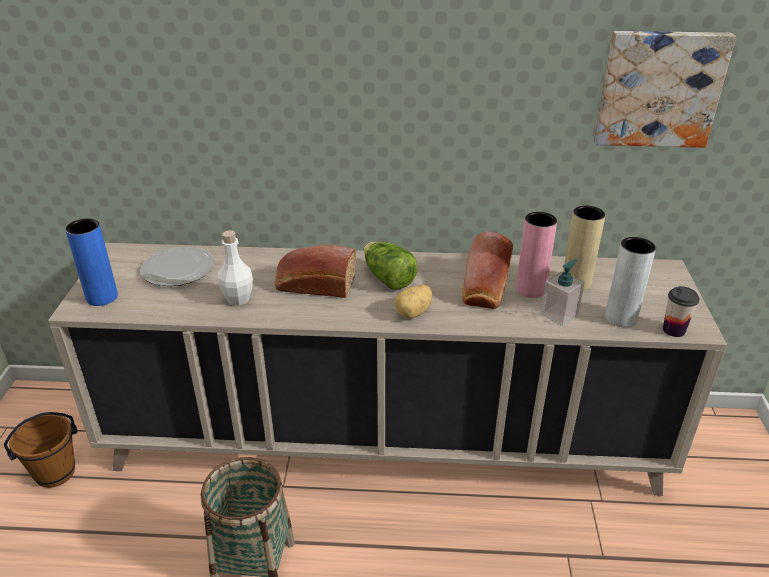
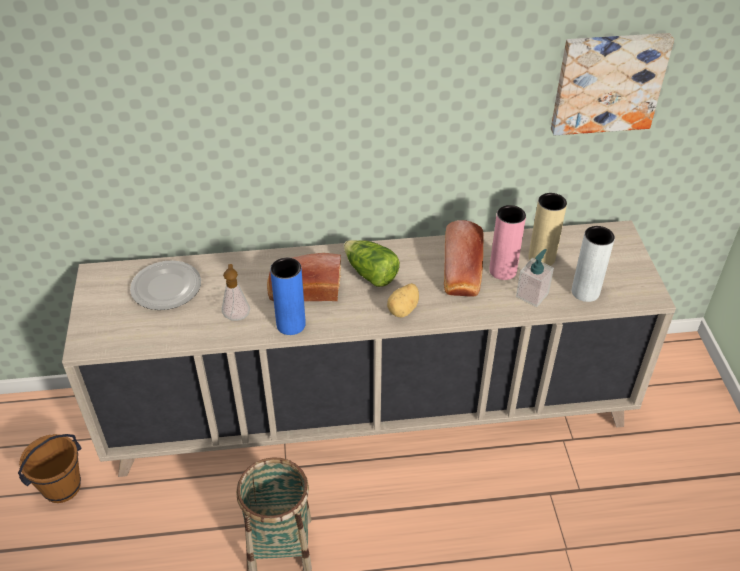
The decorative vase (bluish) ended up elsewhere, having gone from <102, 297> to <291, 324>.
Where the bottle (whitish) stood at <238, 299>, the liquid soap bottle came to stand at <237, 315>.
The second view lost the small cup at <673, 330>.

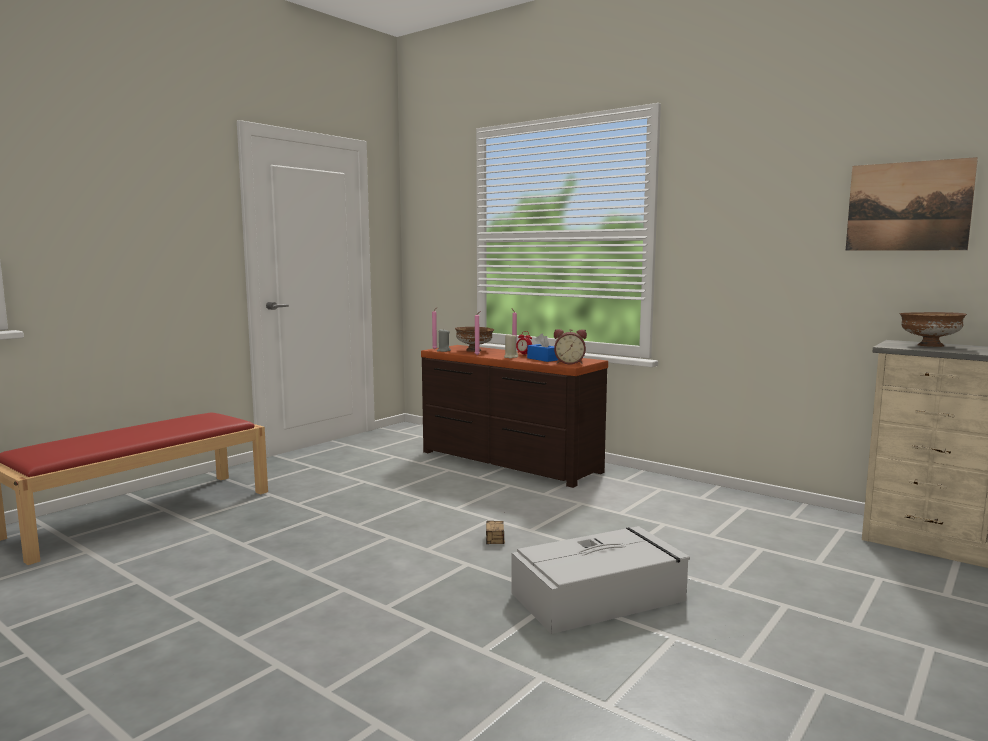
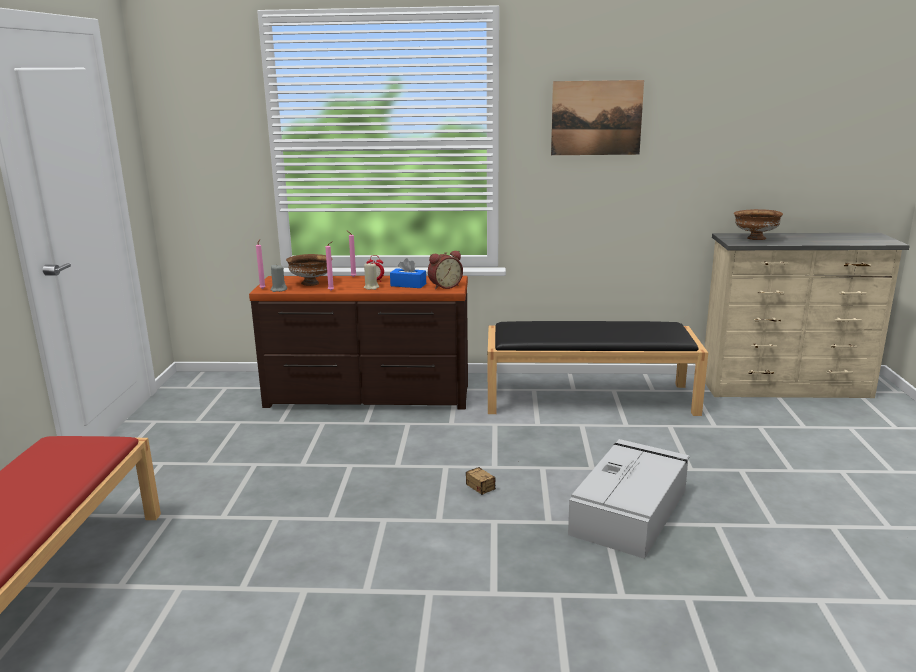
The picture ended up elsewhere, having gone from <908, 206> to <596, 118>.
The second view gained the long seat (black-coloured) at <590, 398>.

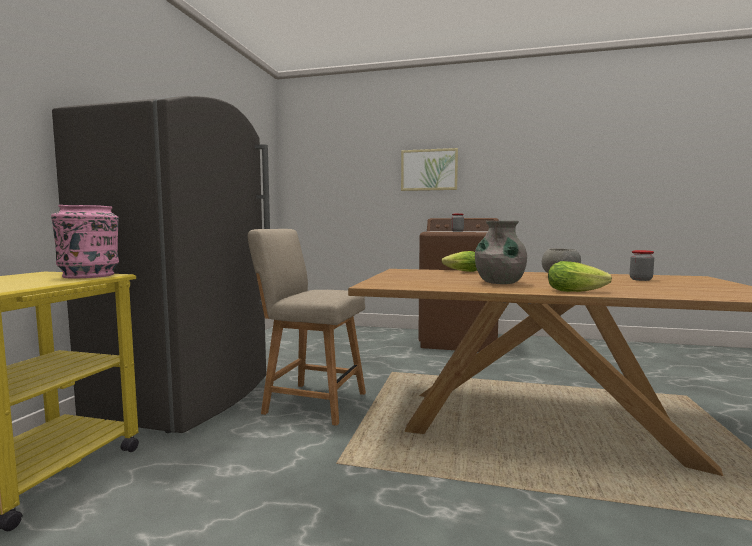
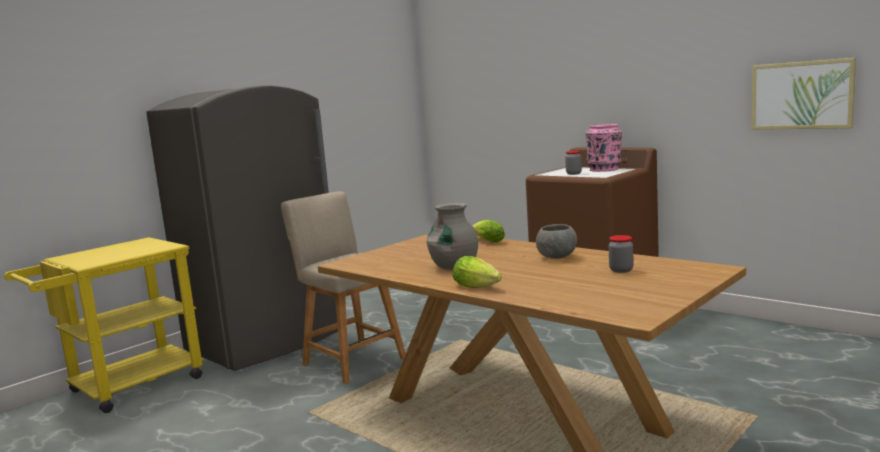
The decorative vase (pinkish) ended up elsewhere, having gone from <90, 275> to <604, 169>.
The picture ended up elsewhere, having gone from <429, 170> to <801, 95>.

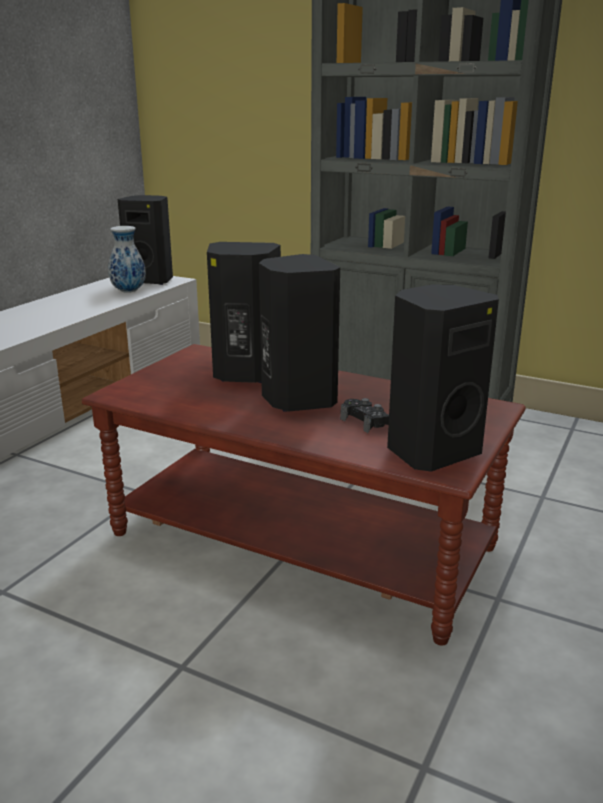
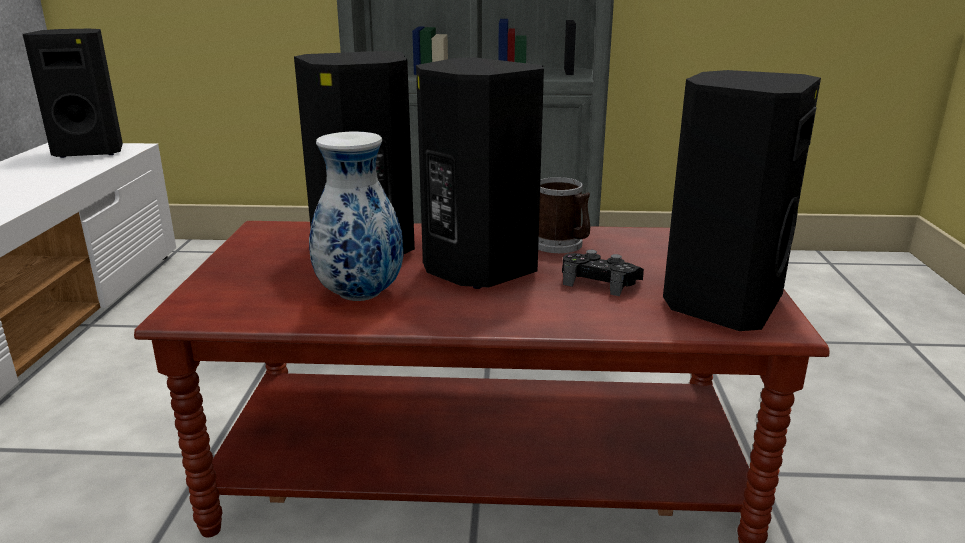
The decorative vase ended up elsewhere, having gone from <129, 291> to <359, 294>.
The second view gained the coffee mug at <561, 245>.

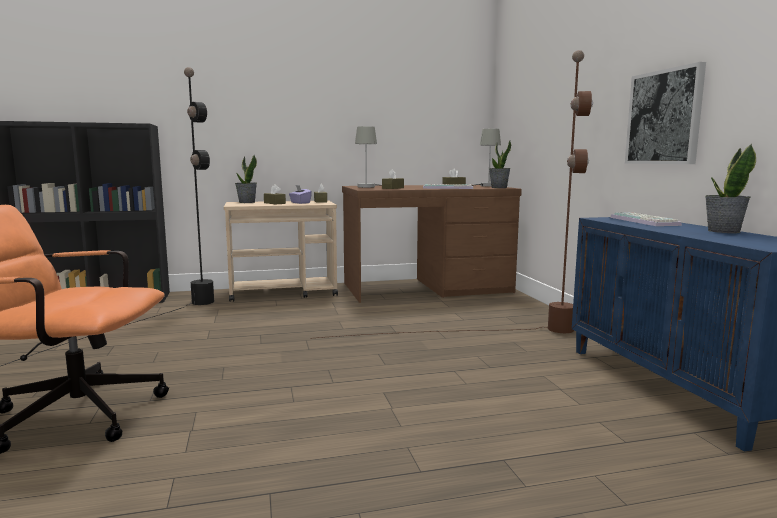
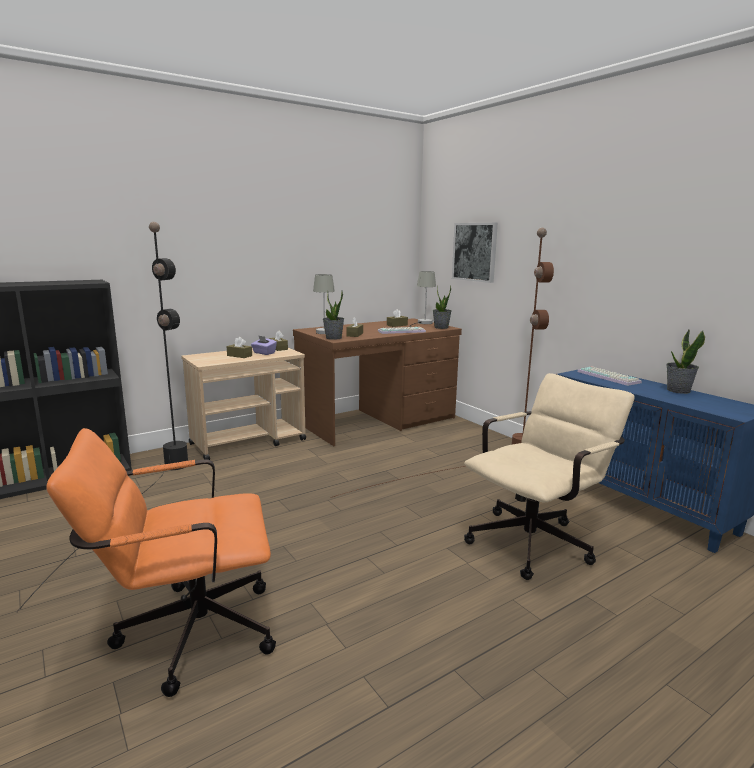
The potted plant ended up elsewhere, having gone from <246, 202> to <333, 338>.
The picture ended up elsewhere, having gone from <664, 117> to <475, 252>.
The second view gained the desk chair (beige-coloured) at <536, 540>.

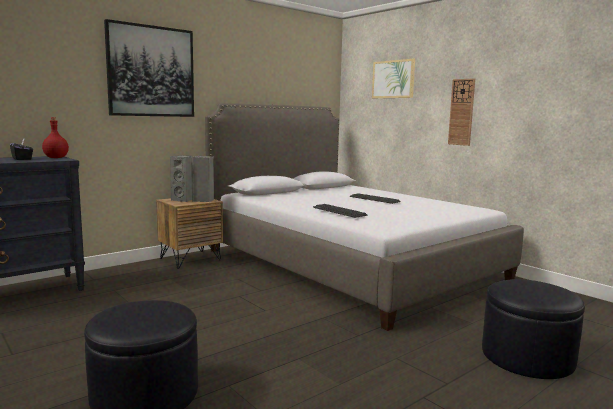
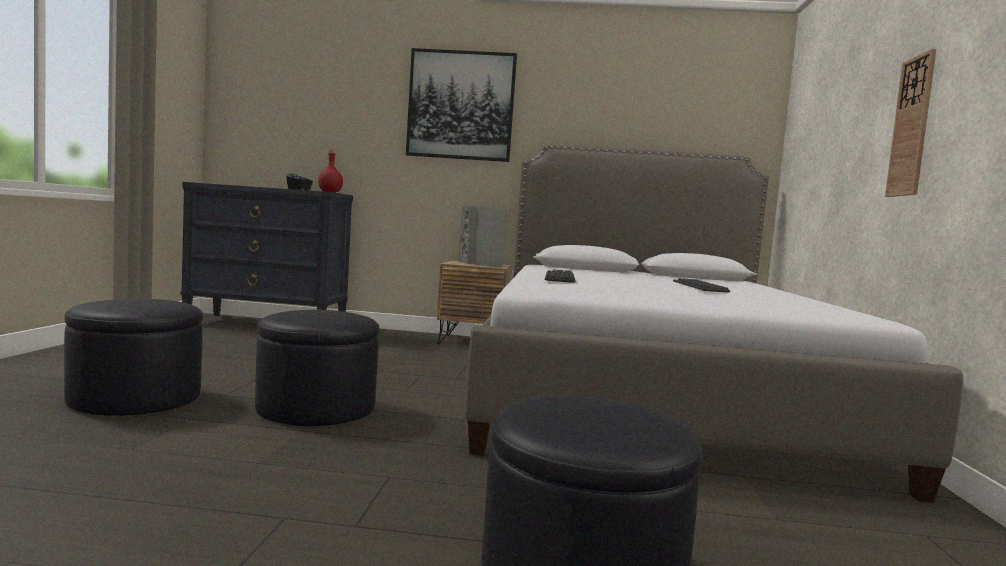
The second view lost the picture at <393, 79>.
The second view gained the footrest (black-coloured) at <316, 408>.

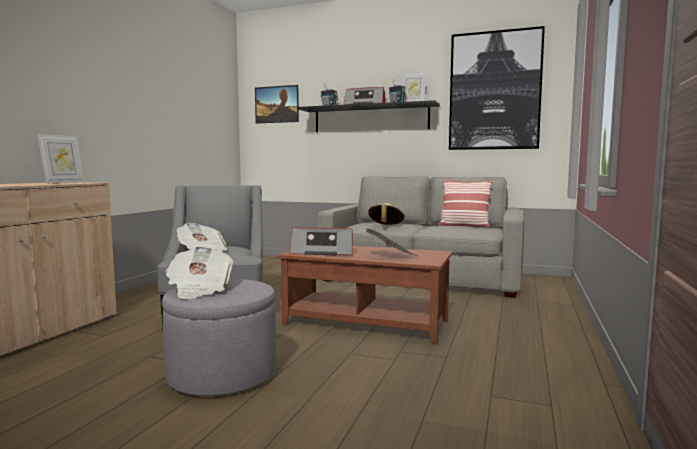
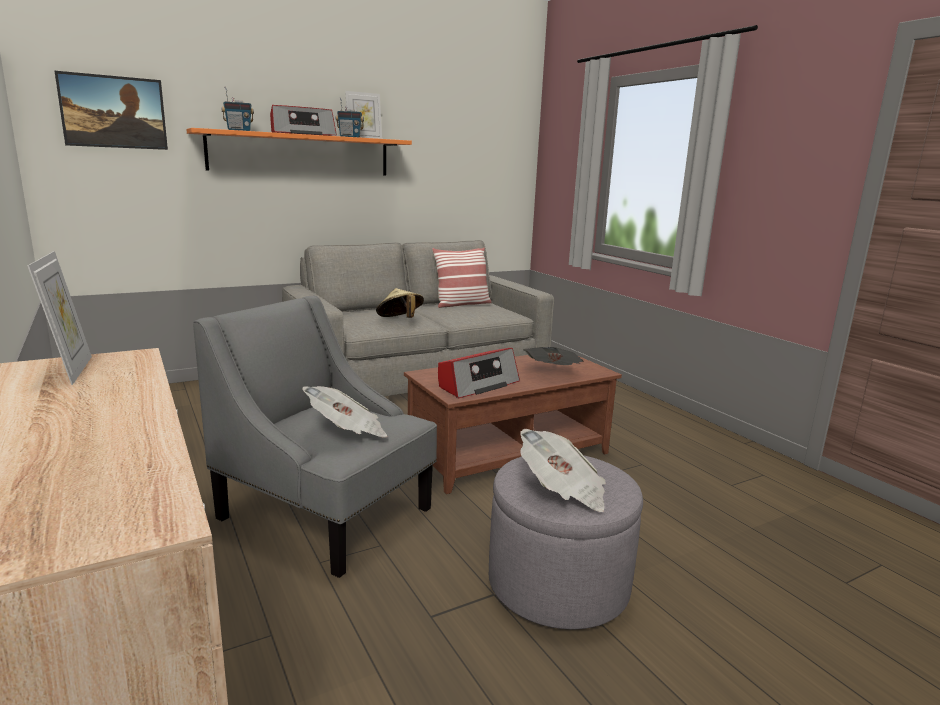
What was the bracket shelf (black-coloured) at <370, 118> turned into the bracket shelf (orange-coloured) at <301, 154>.
The second view lost the picture at <494, 91>.

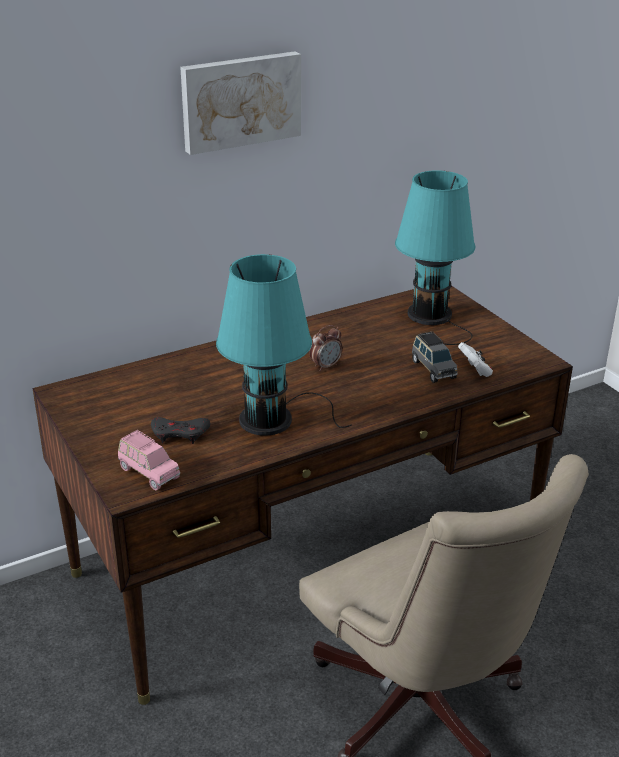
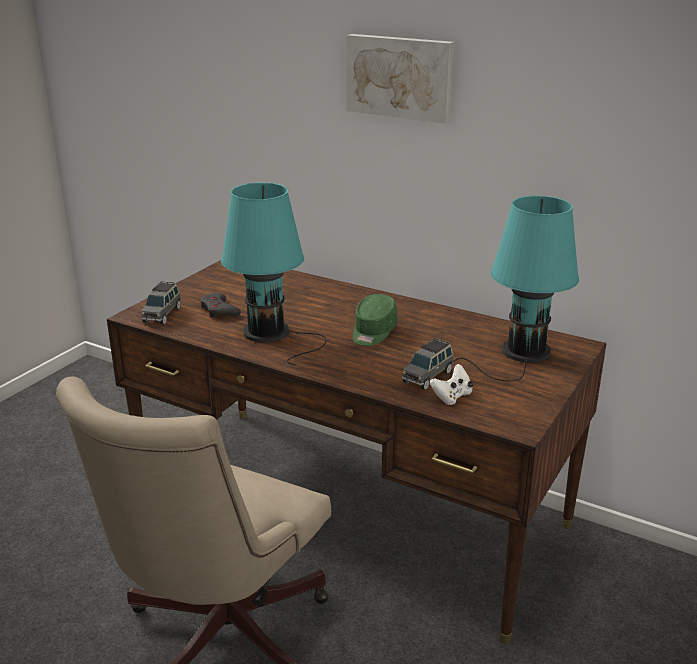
What was the model car (pinkish) at <148, 473> turned into the model car (greyish) at <162, 315>.
Where the alarm clock stood at <325, 366>, the cap (green-coloured) came to stand at <373, 332>.

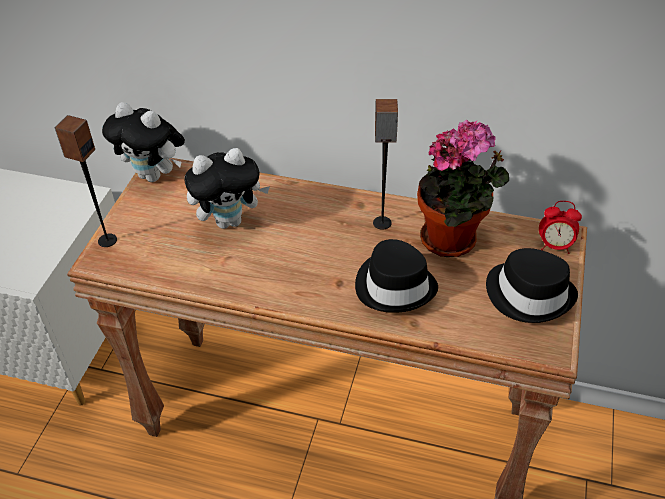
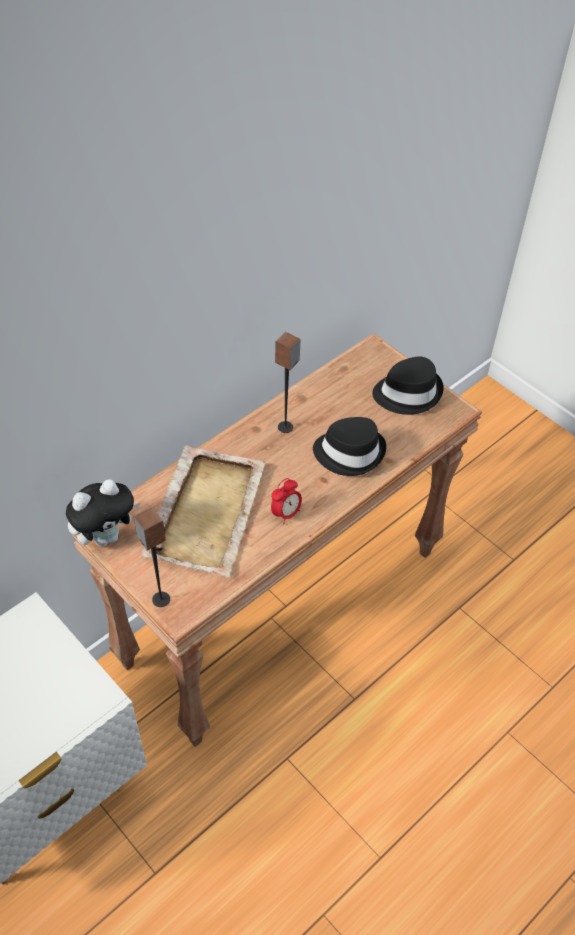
Where the plush toy stood at <230, 220>, the serving tray (beige-coloured) came to stand at <207, 511>.
The second view lost the potted plant at <453, 240>.
The alarm clock ended up elsewhere, having gone from <555, 246> to <286, 513>.

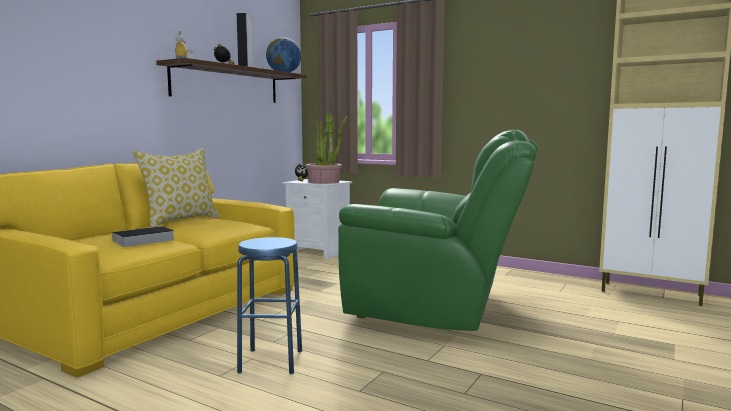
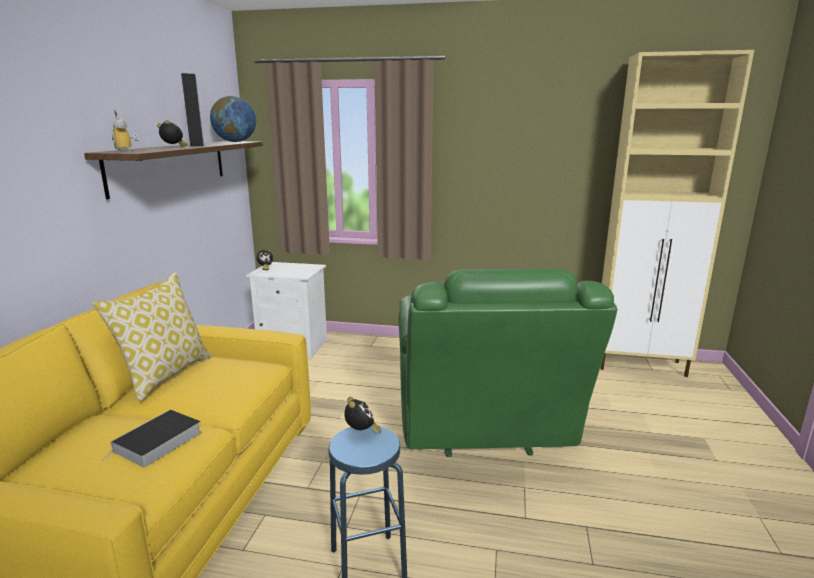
The second view lost the potted plant at <324, 182>.
The lounge chair (green-coloured) at <439, 311> ended up facing another way, 90 degrees clockwise from before.
The second view gained the alarm clock at <361, 432>.

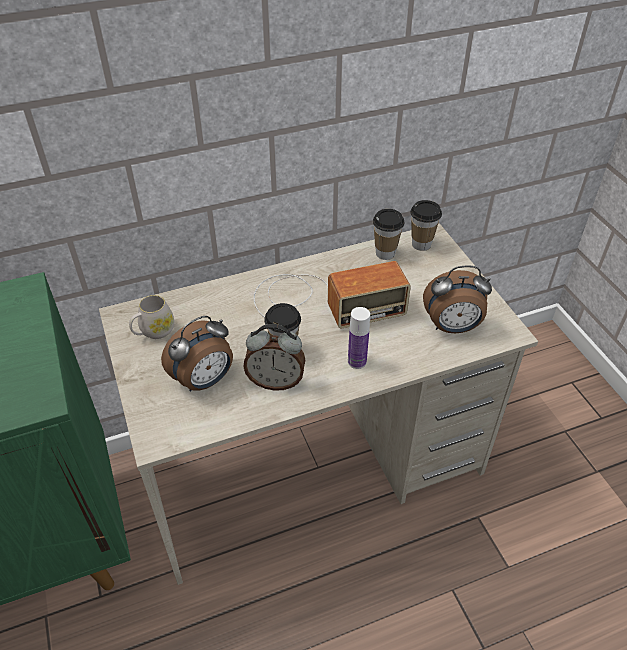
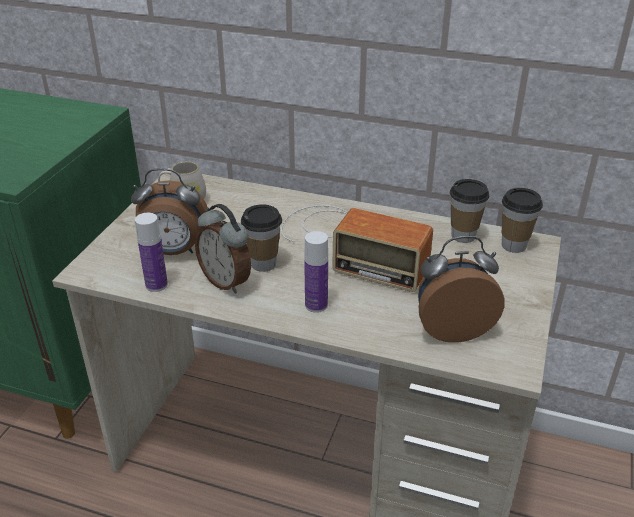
The alarm clock at <452, 327> ended up facing another way, 135 degrees clockwise from before.
The second view gained the bottle at <156, 285>.

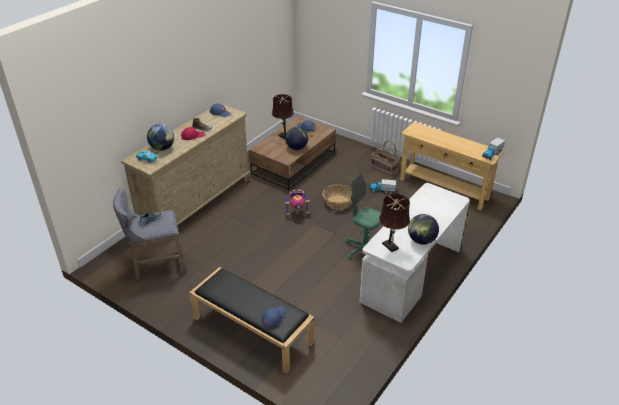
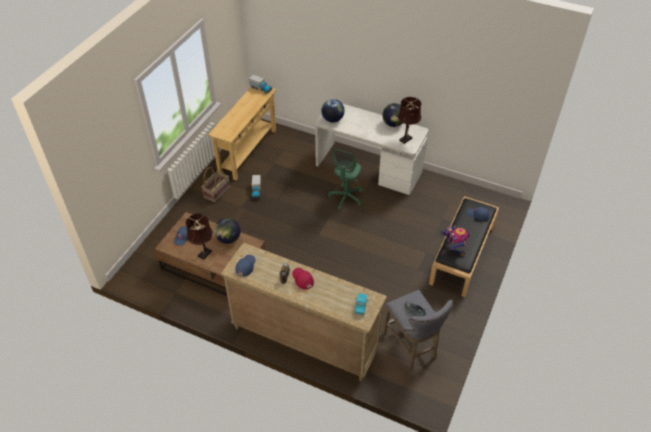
The desk globe ended up elsewhere, having gone from <162, 148> to <332, 119>.
The model robot ended up elsewhere, having gone from <297, 213> to <453, 247>.
The second view lost the household basket at <338, 202>.

